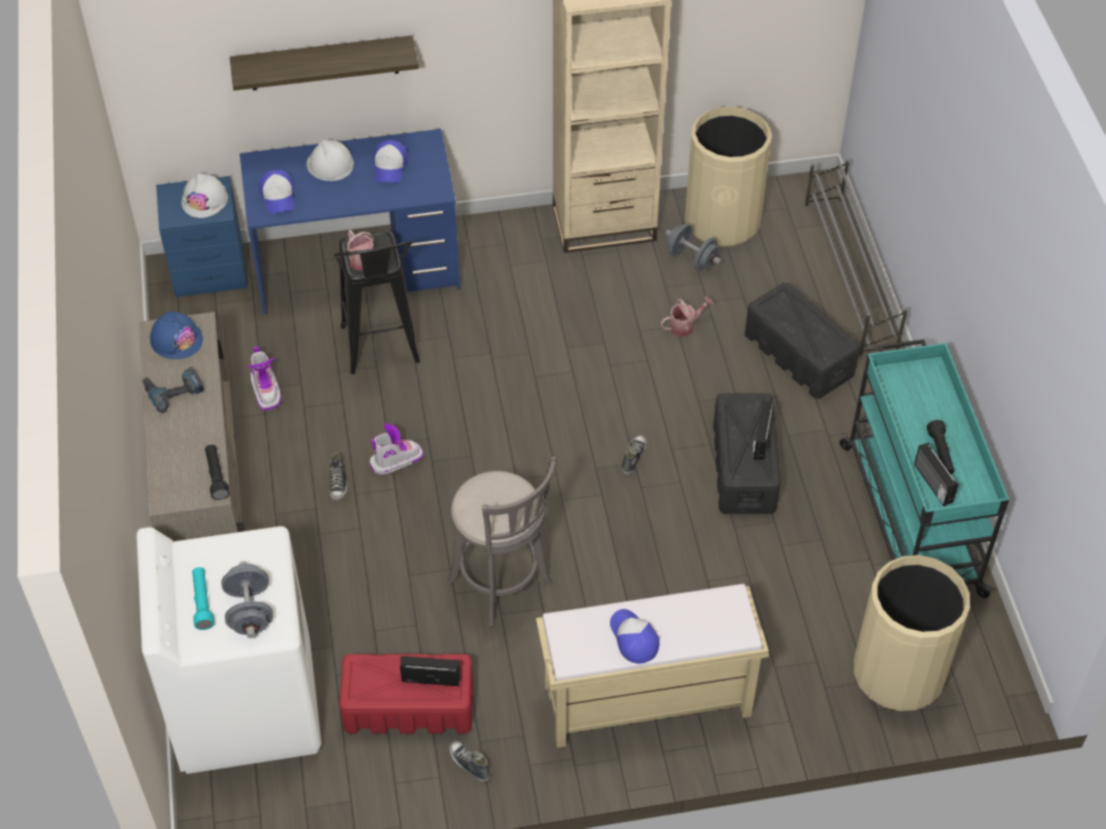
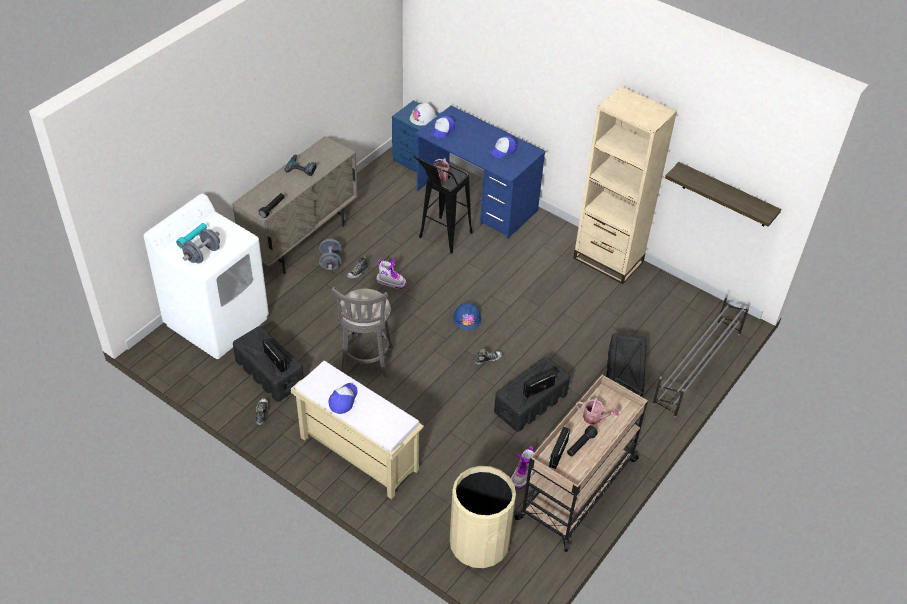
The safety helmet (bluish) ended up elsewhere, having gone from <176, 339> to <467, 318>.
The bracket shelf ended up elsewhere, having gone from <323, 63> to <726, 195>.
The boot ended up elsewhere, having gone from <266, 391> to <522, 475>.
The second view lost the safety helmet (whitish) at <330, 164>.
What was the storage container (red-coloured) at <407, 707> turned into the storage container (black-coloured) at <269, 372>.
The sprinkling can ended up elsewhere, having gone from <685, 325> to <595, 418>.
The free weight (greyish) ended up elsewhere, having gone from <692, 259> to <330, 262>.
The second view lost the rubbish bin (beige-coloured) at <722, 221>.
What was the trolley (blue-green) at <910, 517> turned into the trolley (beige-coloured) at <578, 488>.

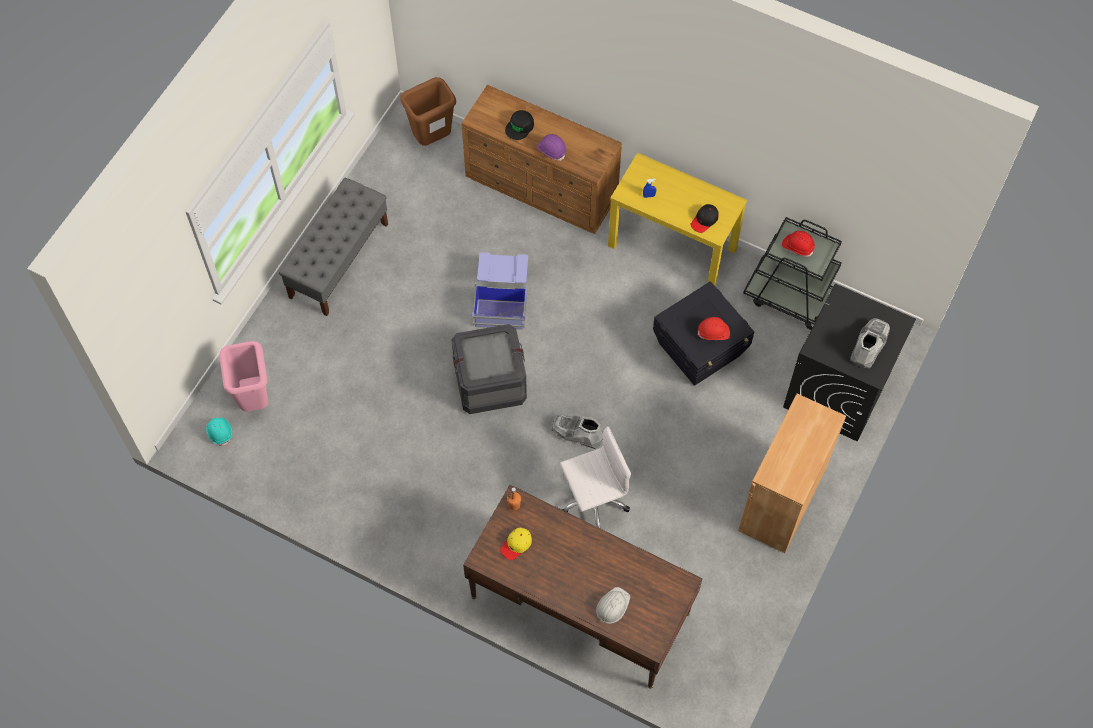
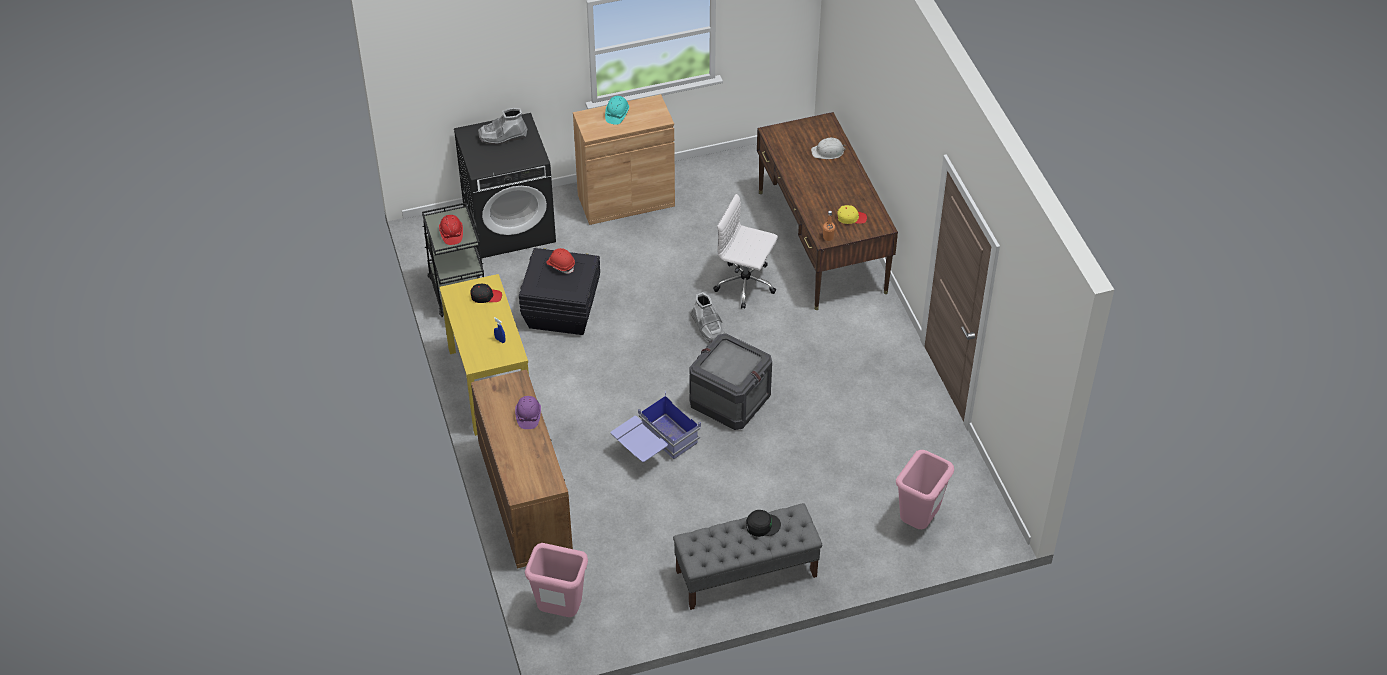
The safety helmet (blue-green) ended up elsewhere, having gone from <220, 432> to <617, 114>.
What was the rubbish bin (brown-coloured) at <432, 139> turned into the rubbish bin (pinkish) at <559, 611>.
The cap (black-coloured) ended up elsewhere, having gone from <520, 127> to <762, 525>.

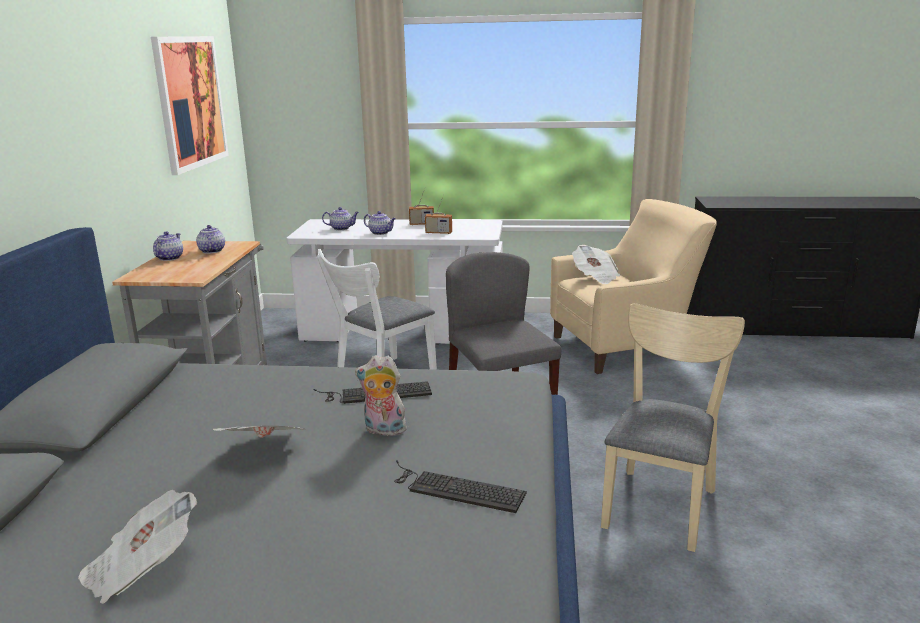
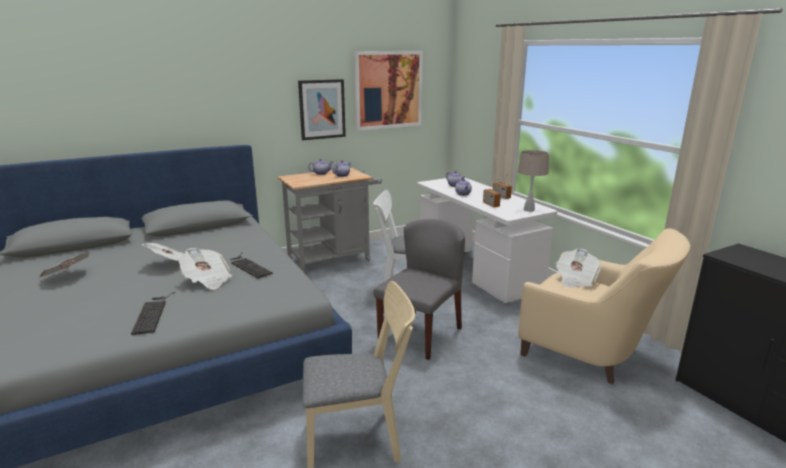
Where the plush toy stood at <383, 430>, the printed paper came to stand at <207, 280>.
The second view gained the picture at <322, 109>.
The second view gained the tabletop lamp (beige-coloured) at <529, 210>.

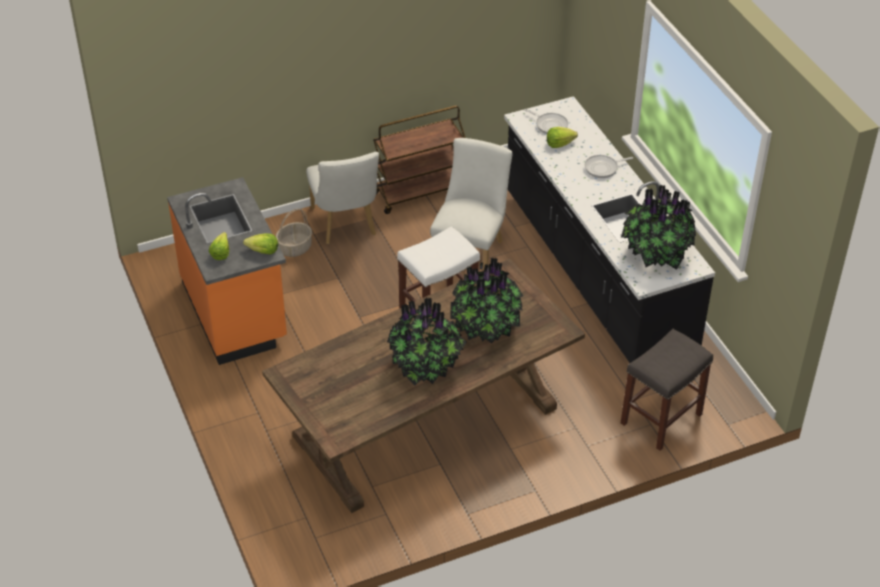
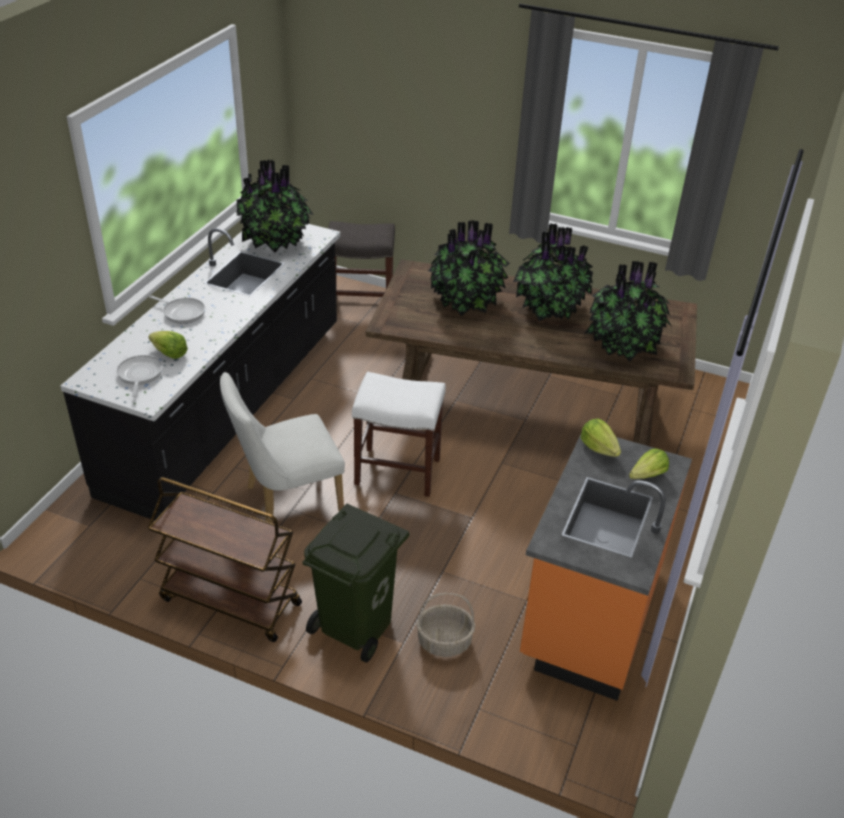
Where the chair (whitish) stood at <345, 225>, the rubbish bin (green-coloured) came to stand at <357, 626>.
The second view gained the potted plant at <624, 345>.

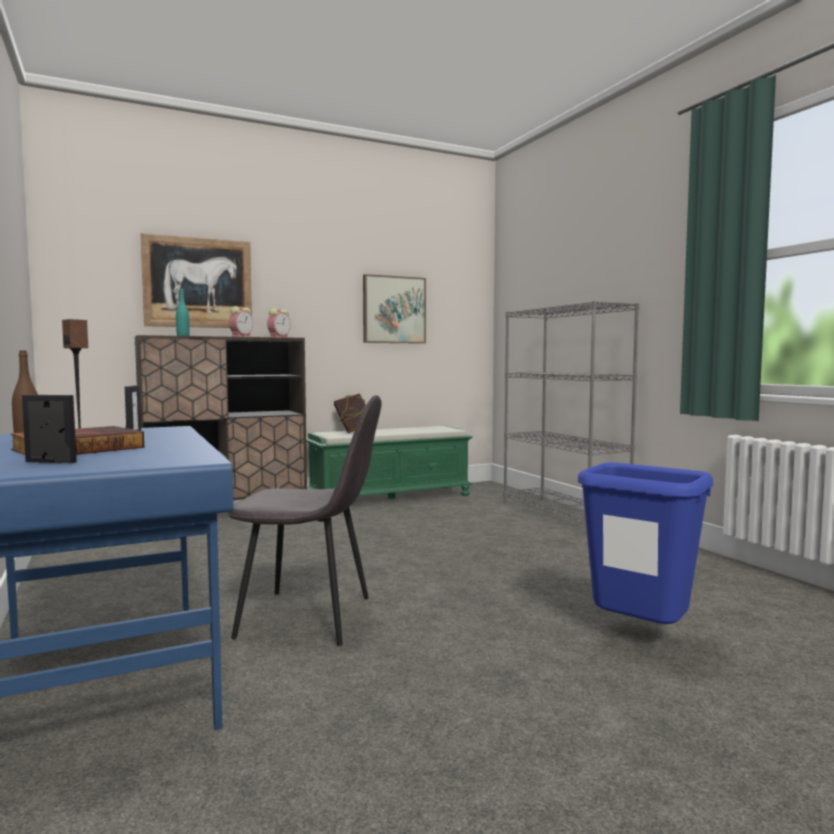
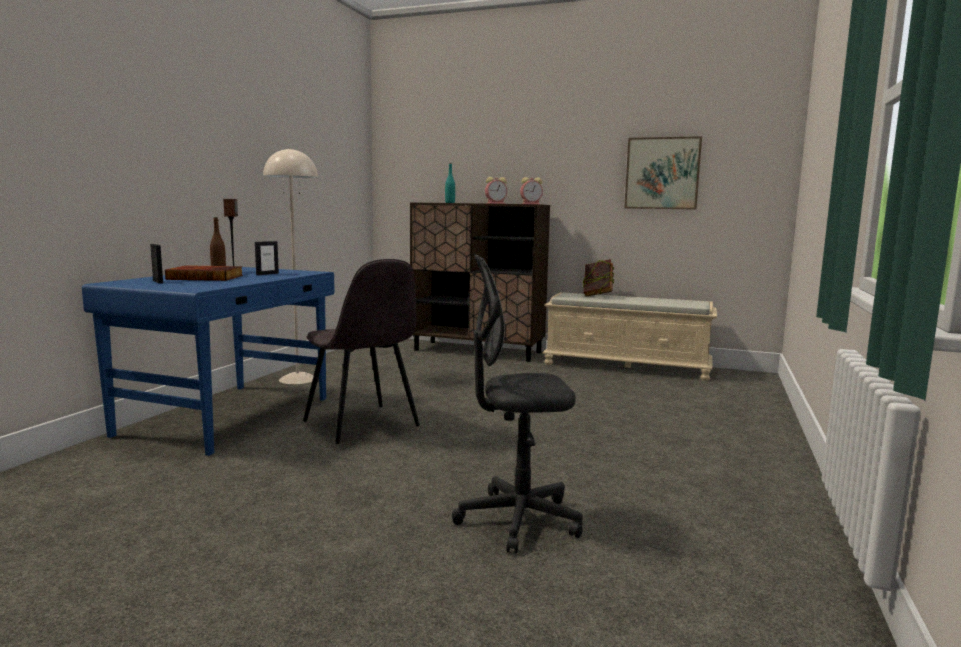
The second view lost the picture at <198, 283>.
What was the long seat (green-coloured) at <390, 497> turned into the long seat (beige-coloured) at <627, 366>.
The second view lost the bookshelf (greyish) at <563, 514>.
Where the rubbish bin (bluish) stood at <638, 636>, the desk chair (greyish) came to stand at <518, 520>.
The second view gained the floor lamp (beige-coloured) at <297, 379>.

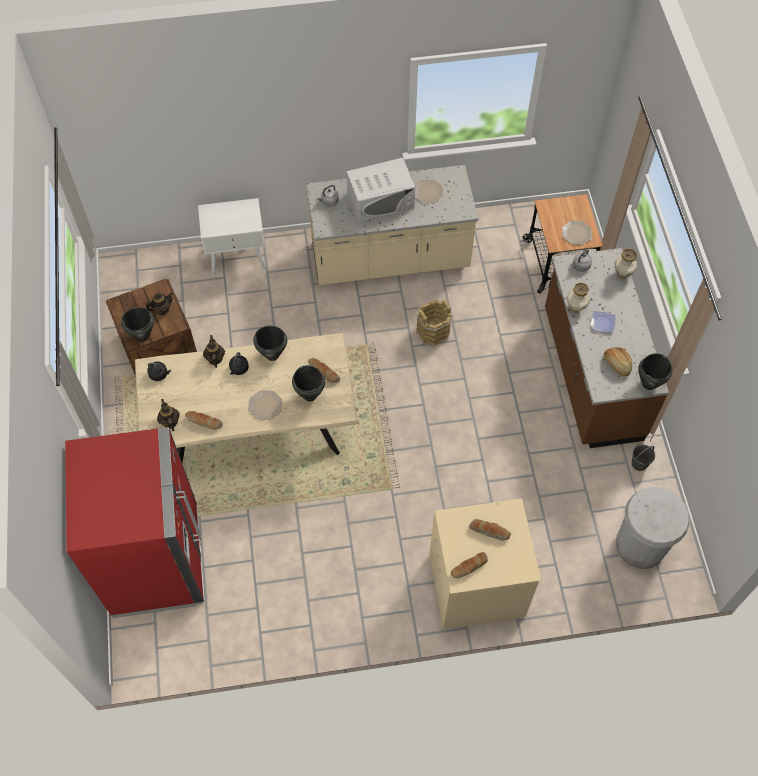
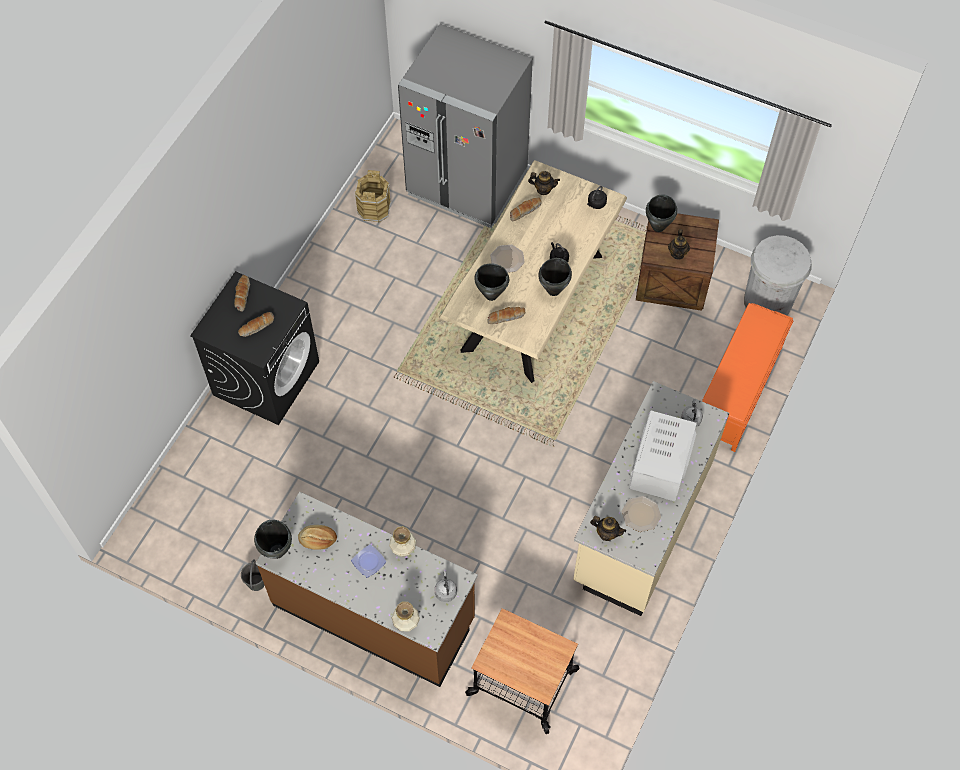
What was the refrigerator (red-coloured) at <157, 561> turned into the refrigerator (greyish) at <467, 184>.
Where the night table (whitish) stood at <237, 256>, the long seat (orange-coloured) came to stand at <737, 391>.
The teapot ended up elsewhere, having gone from <215, 359> to <606, 533>.
The pail (brown-coloured) ended up elsewhere, having gone from <433, 333> to <373, 209>.
What was the laundry machine (beige-coloured) at <476, 585> turned into the laundry machine (black-coloured) at <266, 377>.
The second view lost the dinner plate at <576, 233>.
The rubbish bin (whitish) ended up elsewhere, having gone from <640, 545> to <767, 302>.

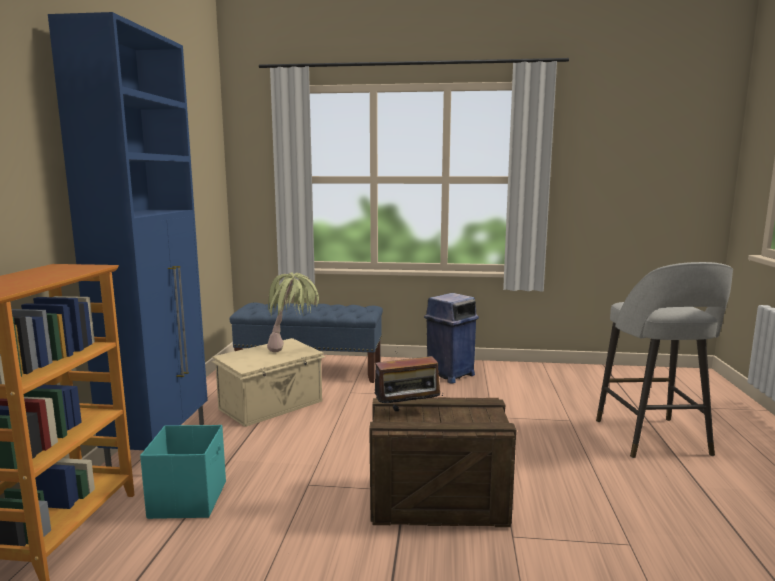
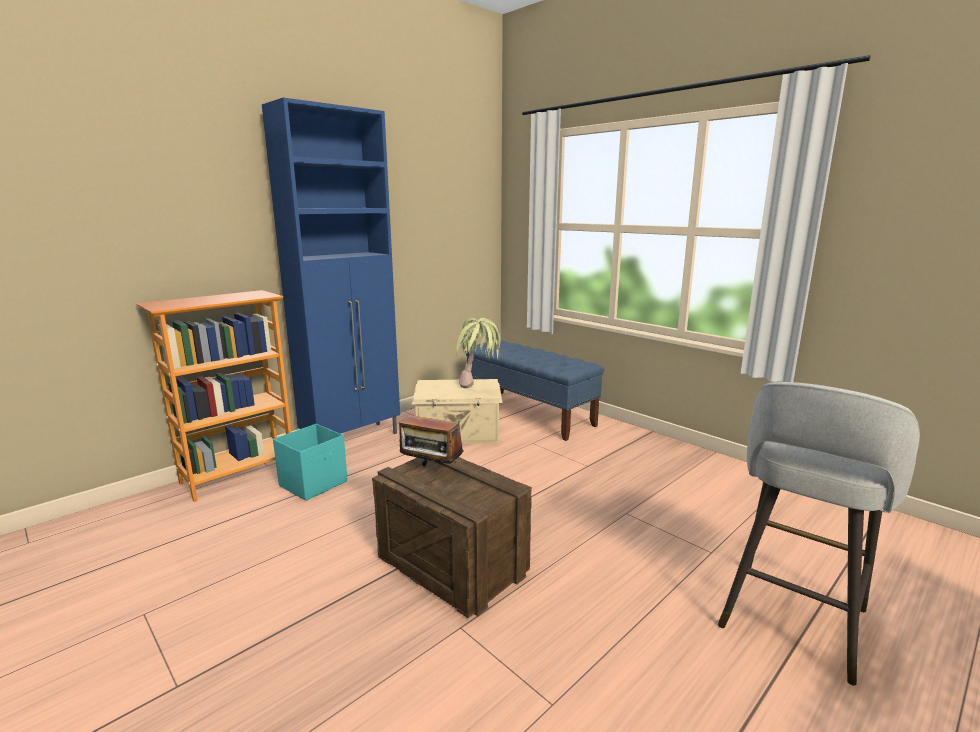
The second view lost the rubbish bin (bluish) at <449, 375>.

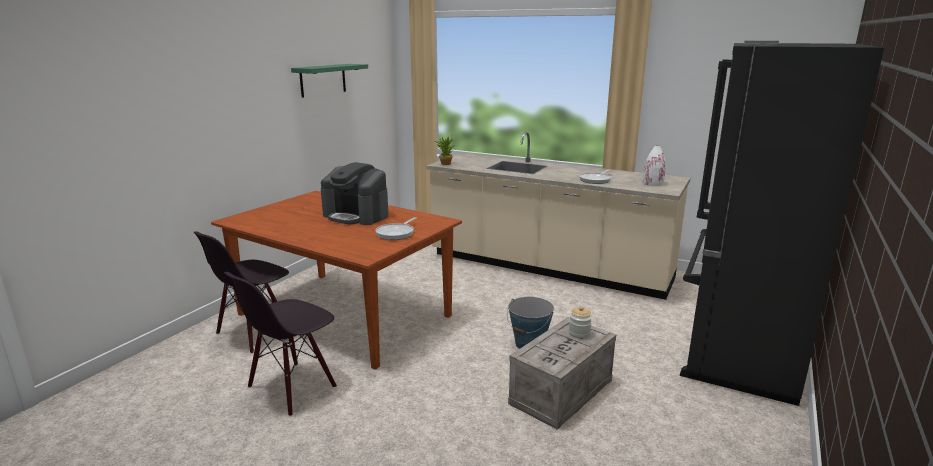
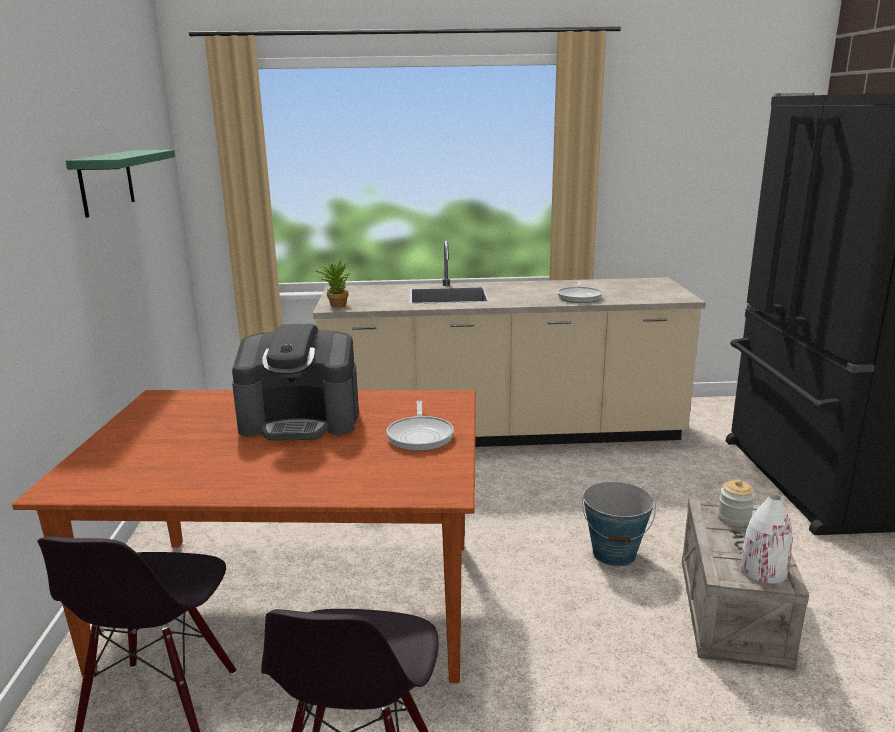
The decorative vase (whitish) ended up elsewhere, having gone from <653, 183> to <763, 570>.

